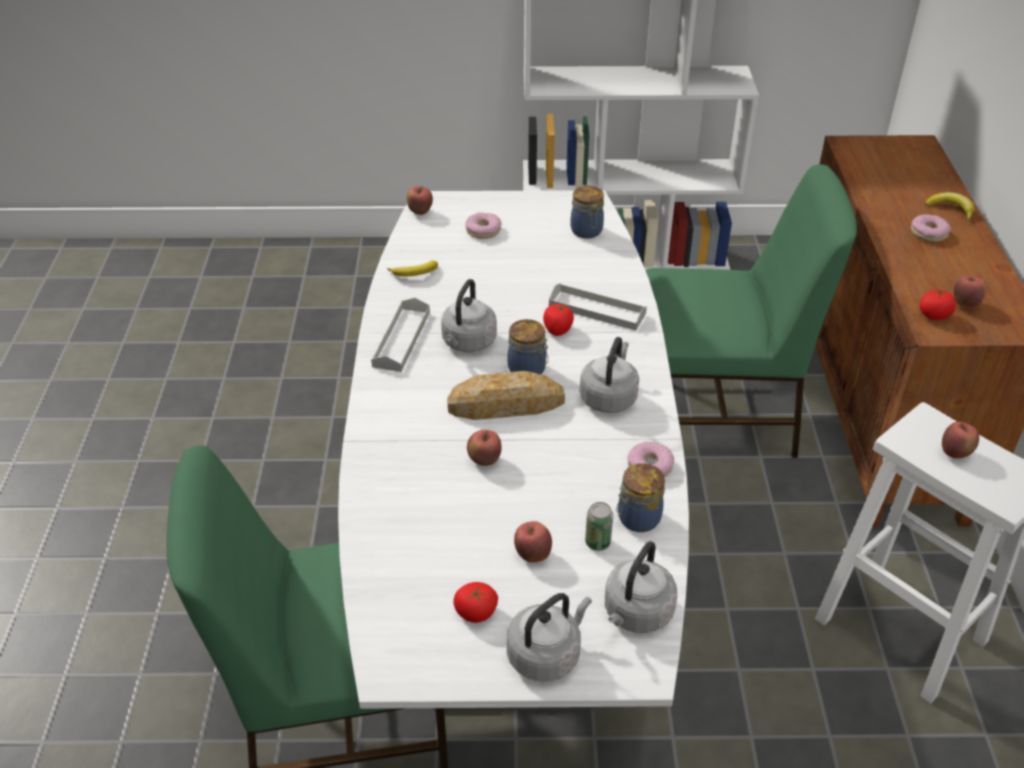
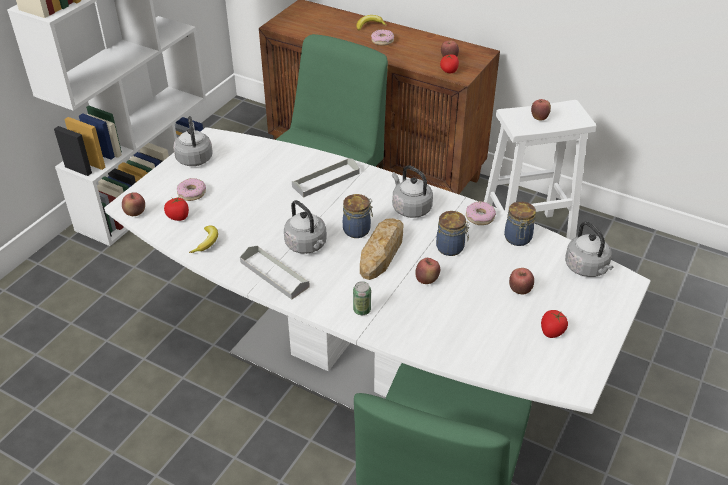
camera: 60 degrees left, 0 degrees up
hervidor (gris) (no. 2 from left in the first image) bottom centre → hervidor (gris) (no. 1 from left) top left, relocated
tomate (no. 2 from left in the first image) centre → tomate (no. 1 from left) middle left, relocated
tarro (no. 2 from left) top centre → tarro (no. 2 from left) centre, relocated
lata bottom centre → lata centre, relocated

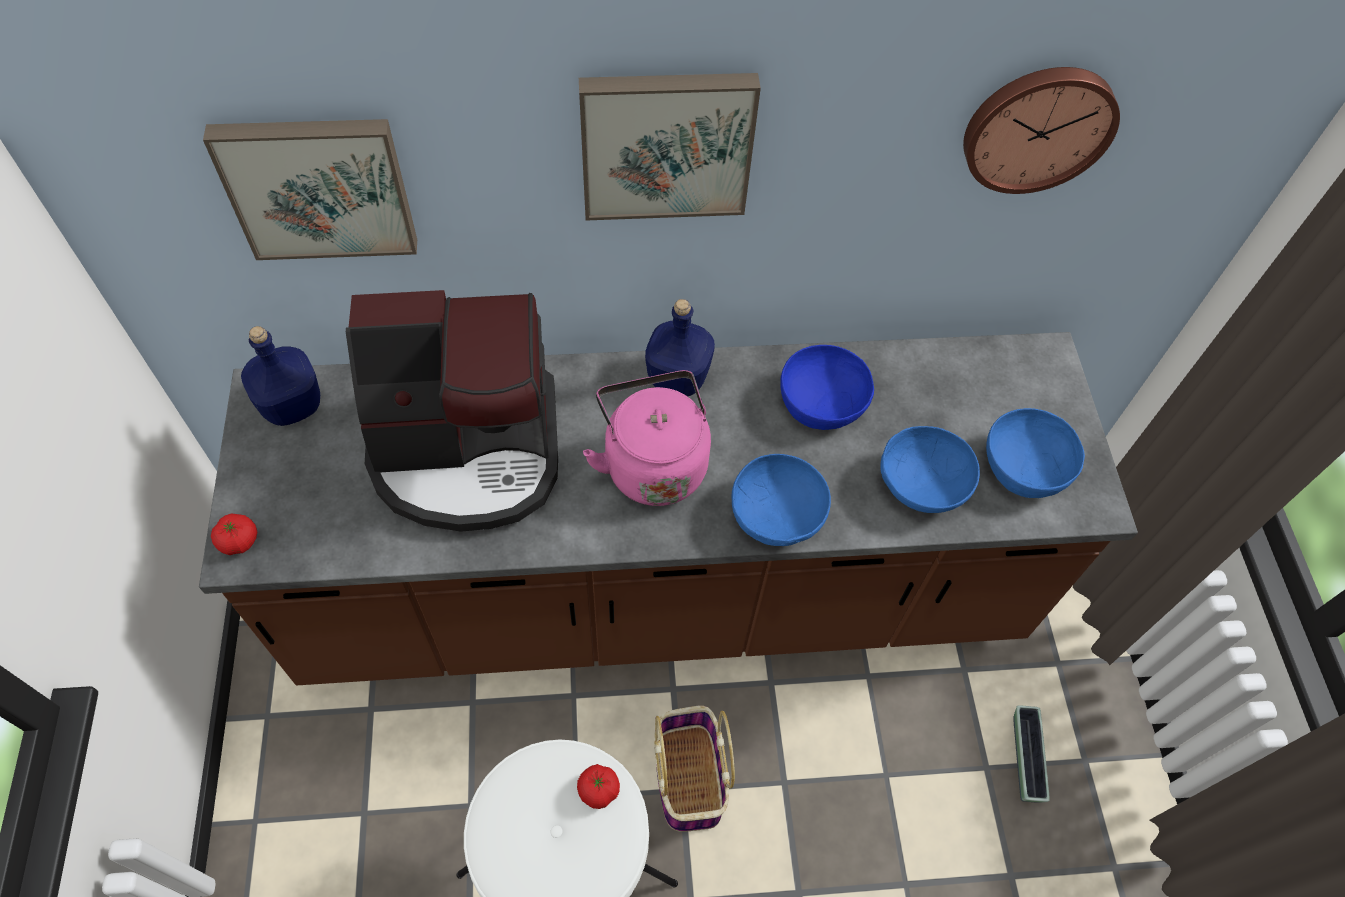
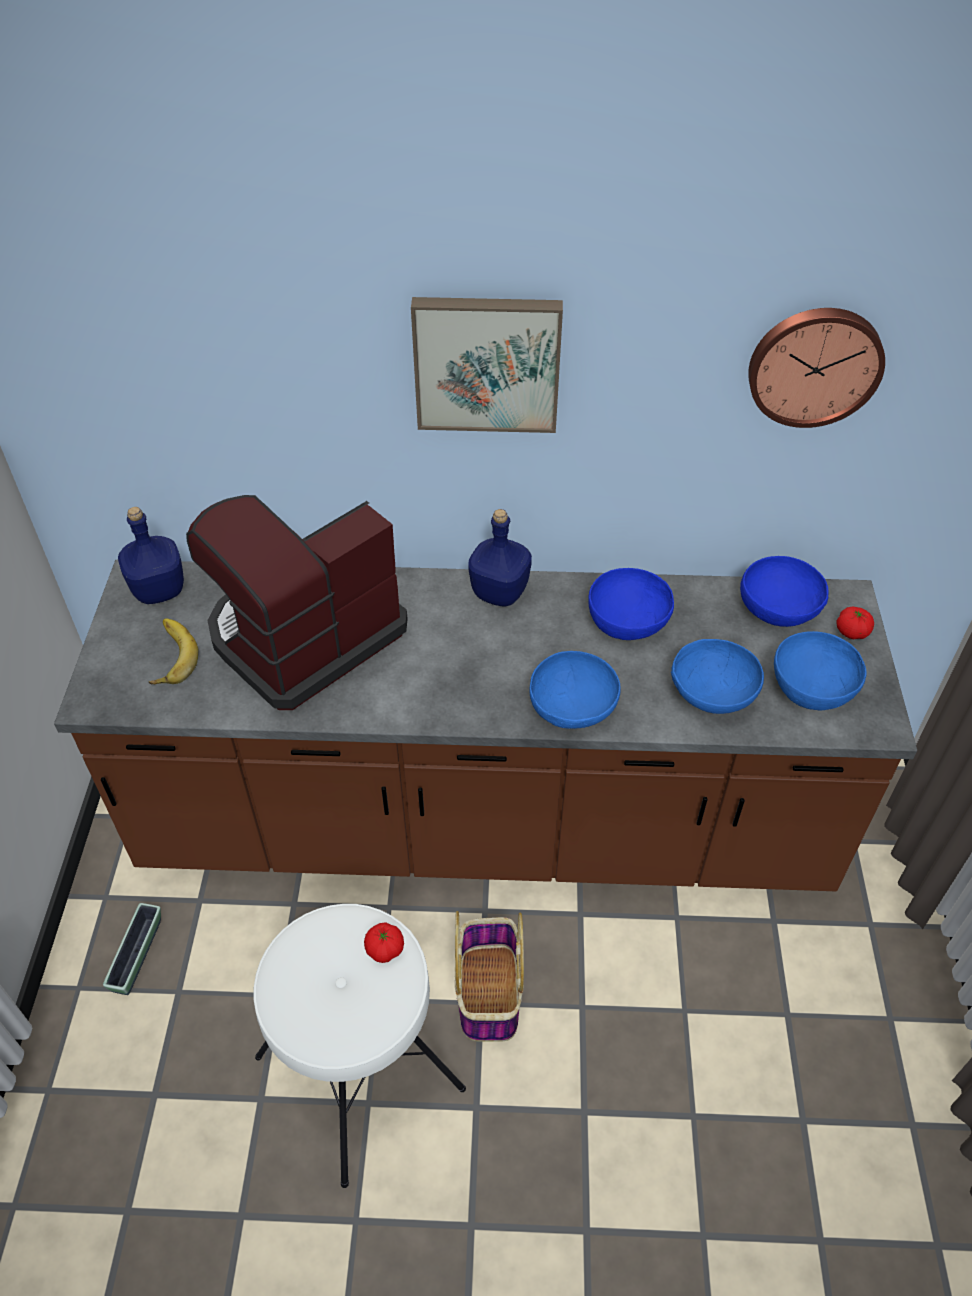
camera: 10 degrees right, 10 degrees down
cuadro (no. 1 from left) top left → -
tomate (no. 1 from left in the first image) middle left → tomate (no. 2 from left) middle right, relocated
cafetera centre → cafetera middle left, 135 degrees clockwise
hervidor (rosa) centre → -
maceta bottom right → maceta bottom left, relocated
- → plátano middle left
- → cuenco (azul) (no. 4 from left) middle right

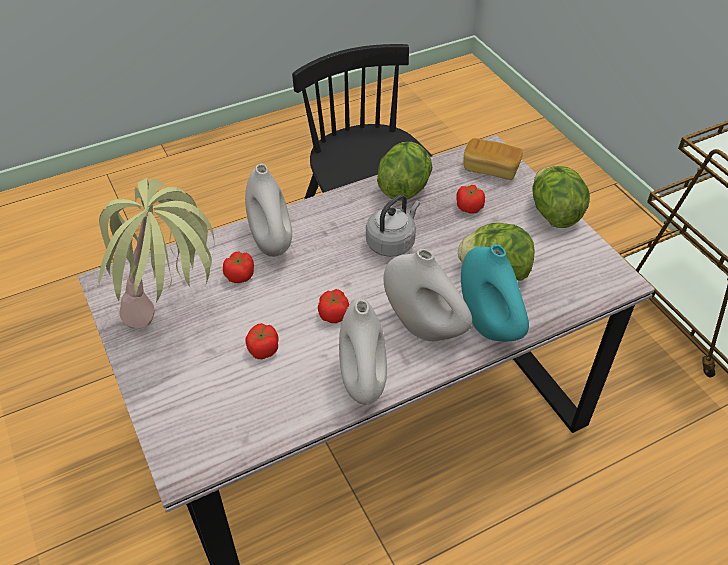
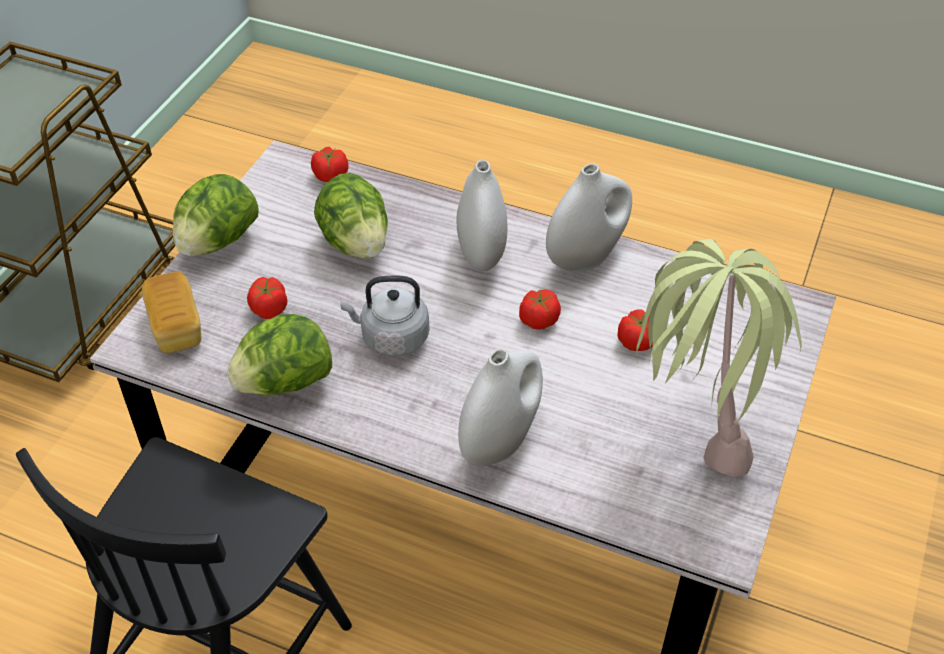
camera: 130 degrees left, 0 degrees up
tomate (no. 1 from left in the first image) middle left → tomate (no. 2 from left) top centre, relocated
florero (turquesa) middle right → -

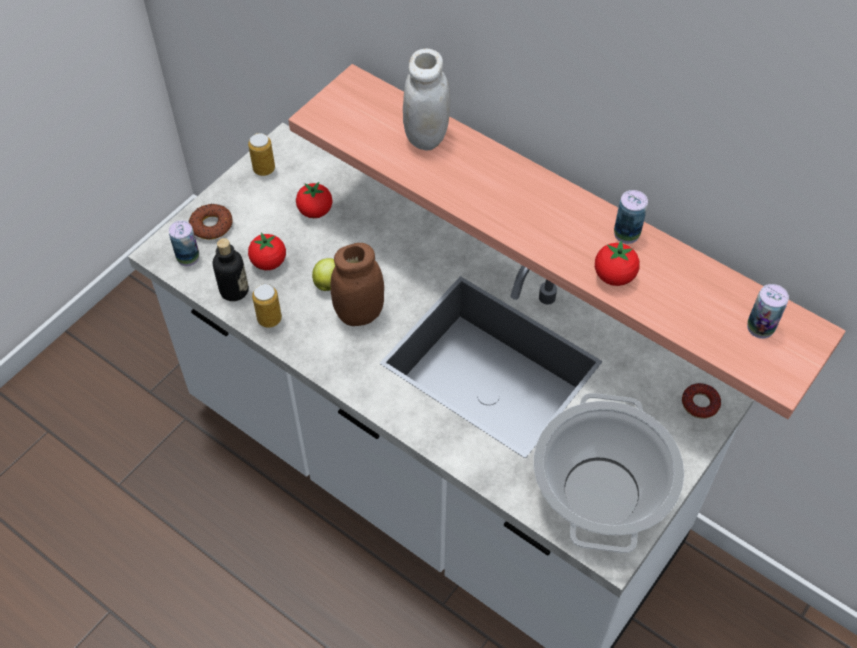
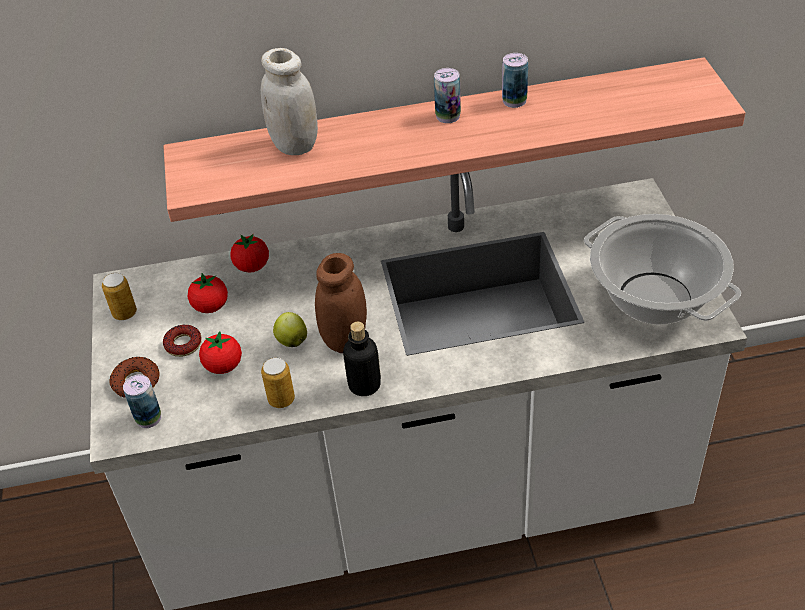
camera: 45 degrees left, 10 degrees down
botella middle left → botella centre, relocated
tomate (no. 3 from left) middle right → tomate (no. 3 from left) middle left, relocated
rosquilla (no. 2 from left) middle right → rosquilla (no. 2 from left) middle left, relocated
lata (no. 5 from left in the first image) middle right → lata (no. 4 from left) top centre, relocated

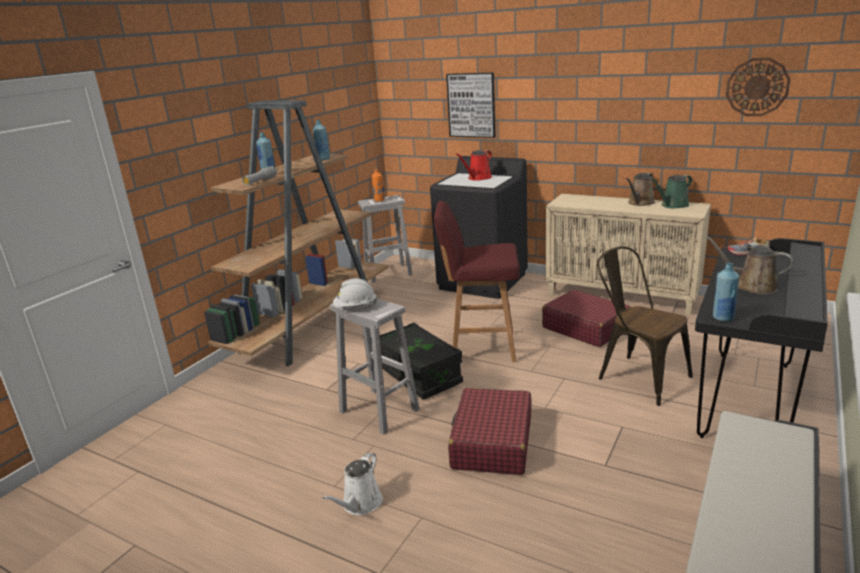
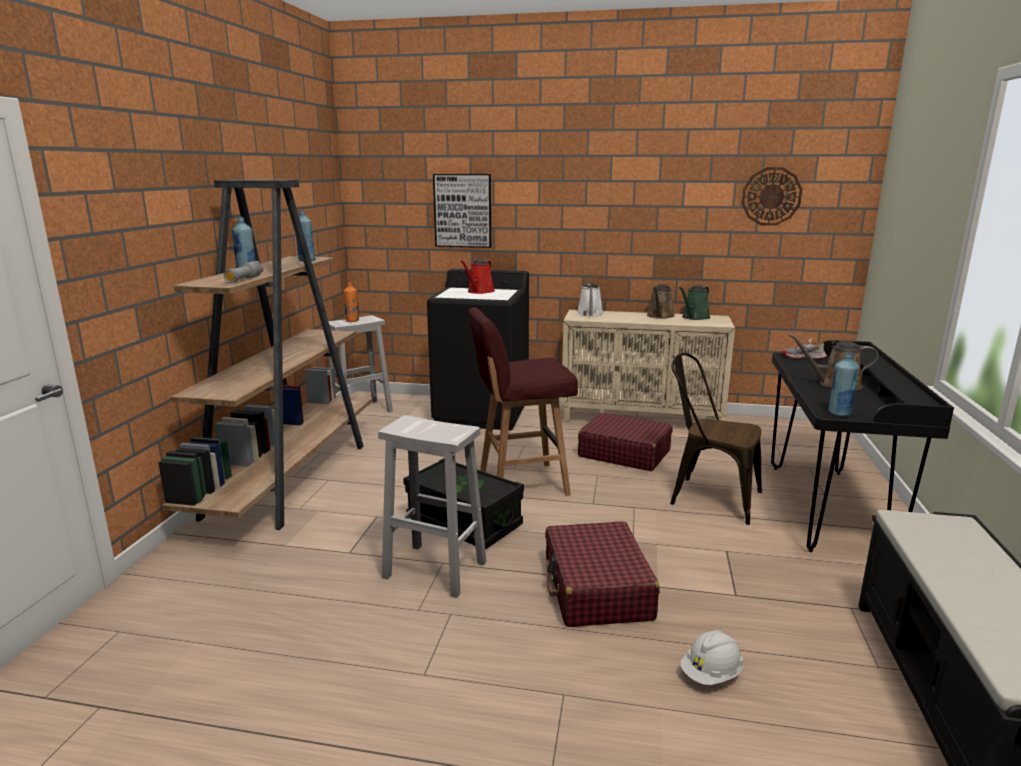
camera: 20 degrees left, 5 degrees down
regadera (blanco) bottom centre → regadera (blanco) centre, relocated
casco (blanco) centre → casco (blanco) bottom right, relocated

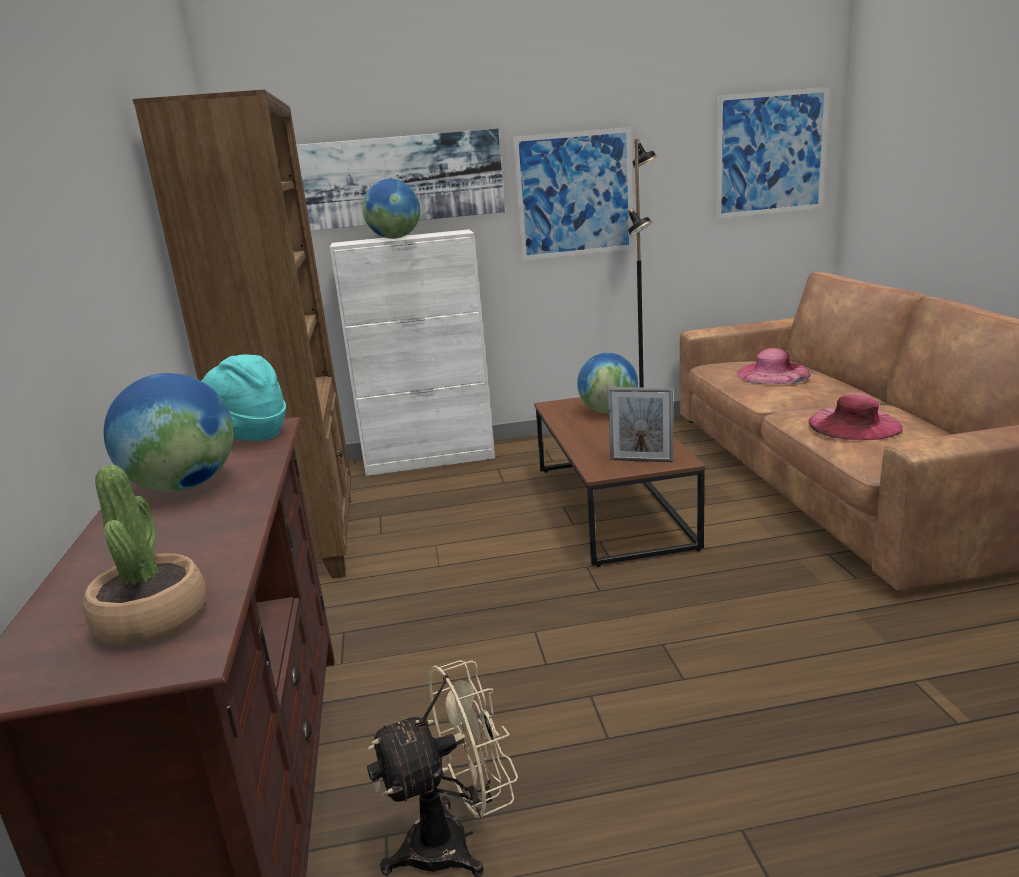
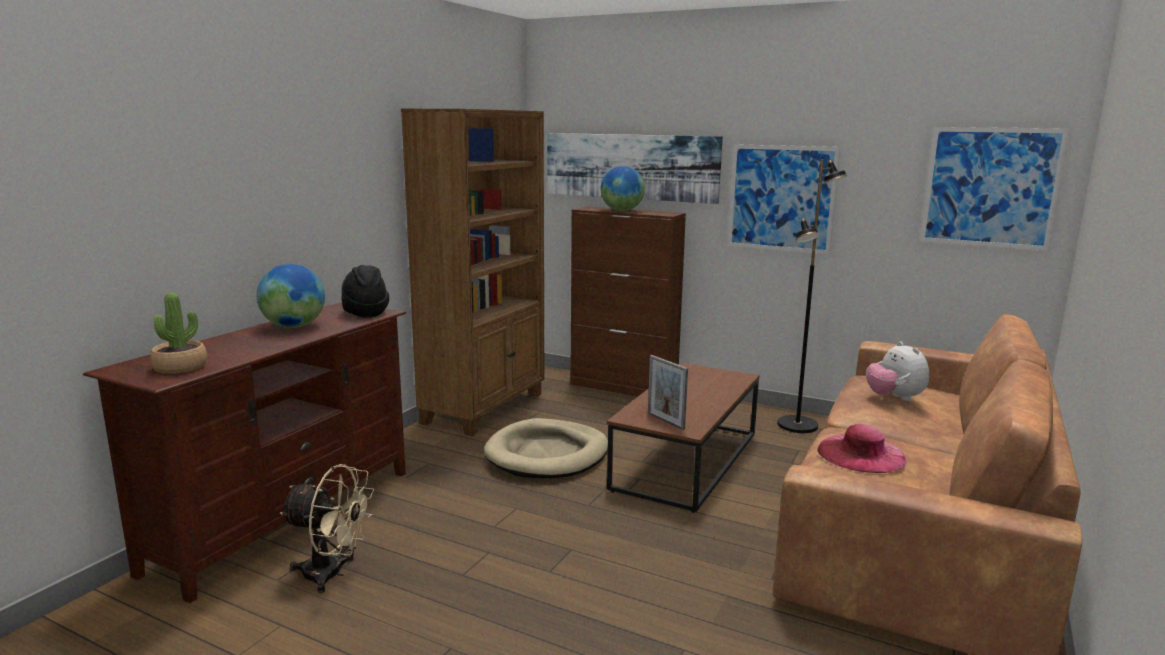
camera: 35 degrees right, 5 degrees down
sombrero (turquesa) middle left → sombrero (negro) middle left
armario (blanco) centre → armario (marrón) centre
globo terráqueo (no. 3 from left) centre → -
sombrero (rosa) (no. 1 from left) middle right → peluche middle right
- → cama para perro (beis) bottom centre

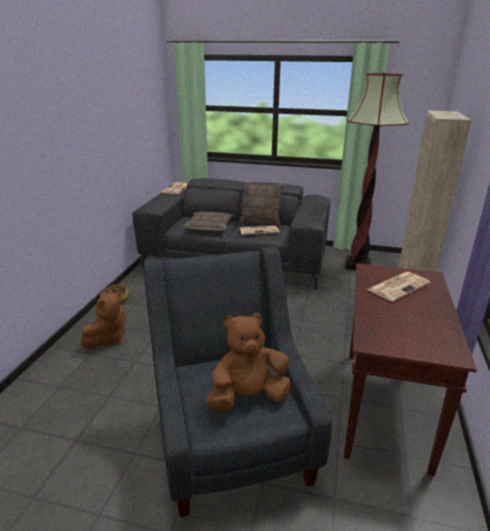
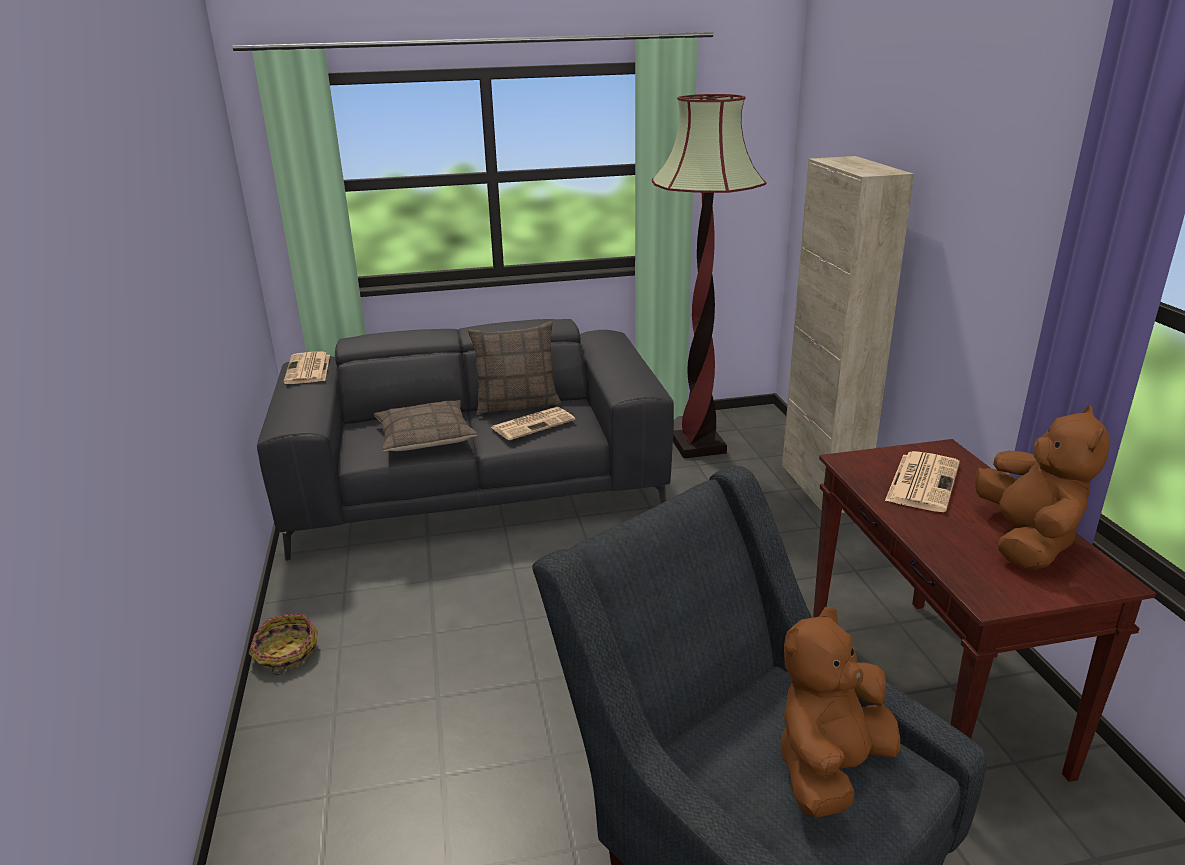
camera: 25 degrees left, 0 degrees up
peluche (marrón) (no. 1 from left in the first image) middle left → peluche (marrón) (no. 2 from left) middle right, relocated

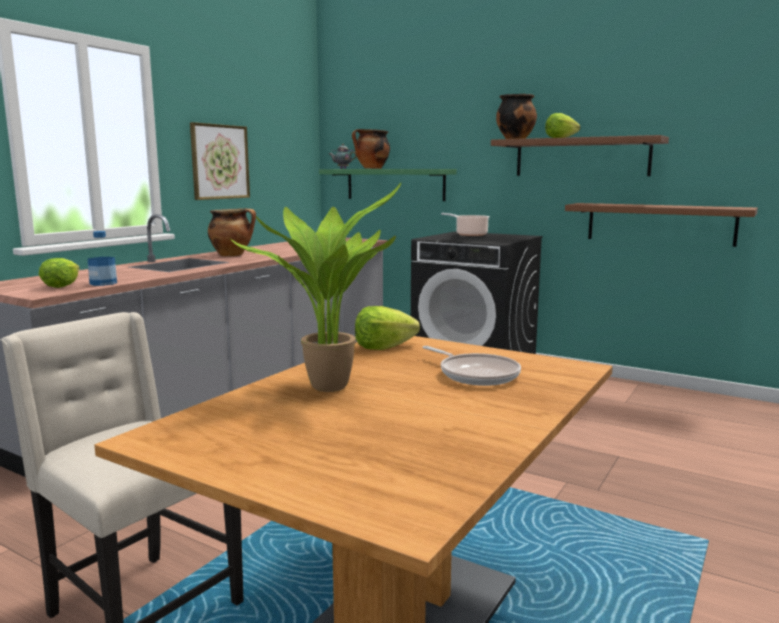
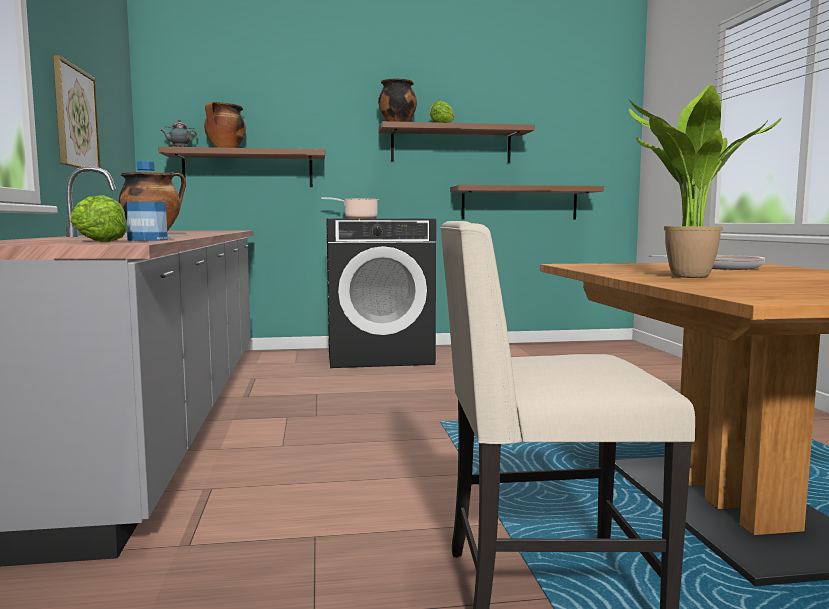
camera: 40 degrees left, 5 degrees down
estante (verde) top centre → estante (marrón) (no. 1 from left) top left
lechuga (no. 2 from left) centre → -

